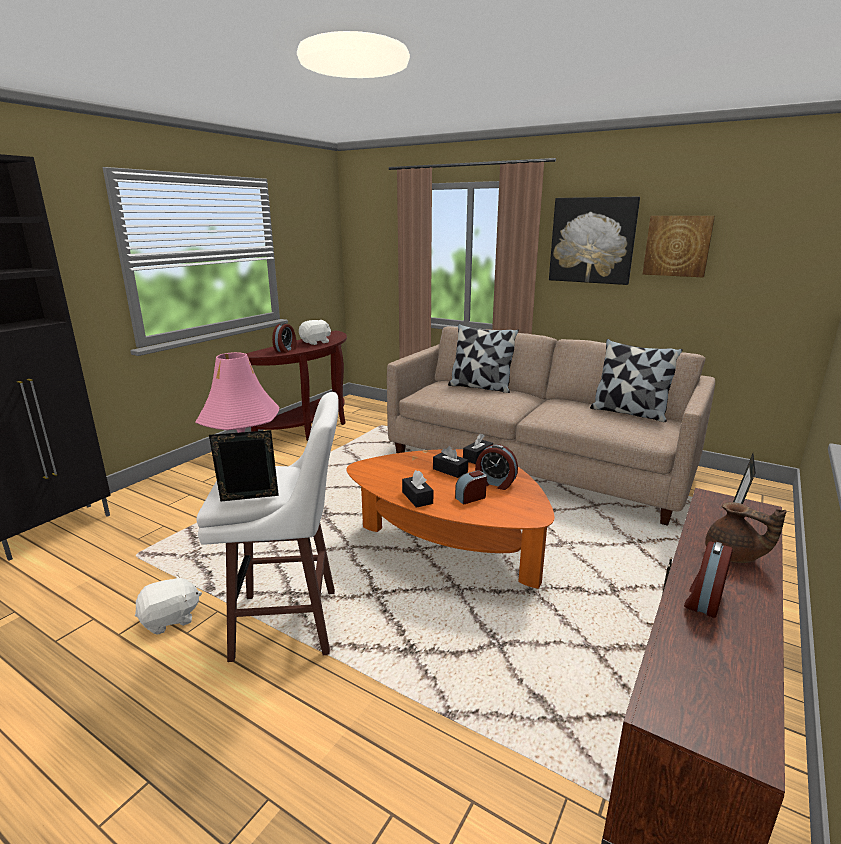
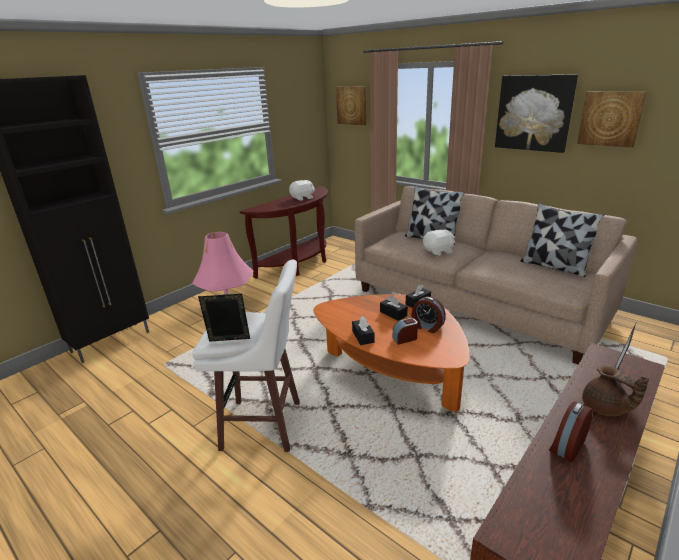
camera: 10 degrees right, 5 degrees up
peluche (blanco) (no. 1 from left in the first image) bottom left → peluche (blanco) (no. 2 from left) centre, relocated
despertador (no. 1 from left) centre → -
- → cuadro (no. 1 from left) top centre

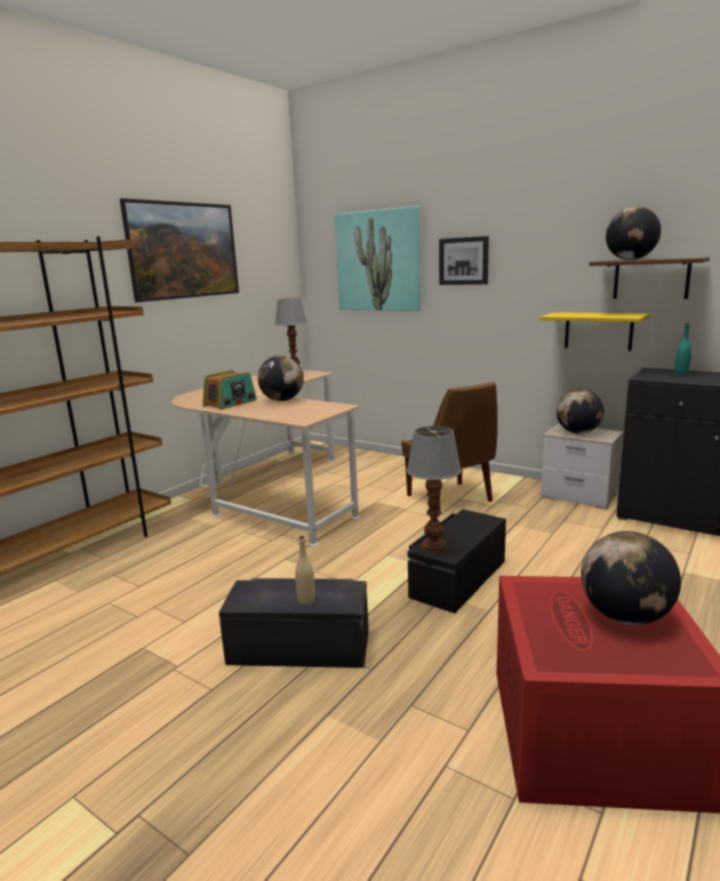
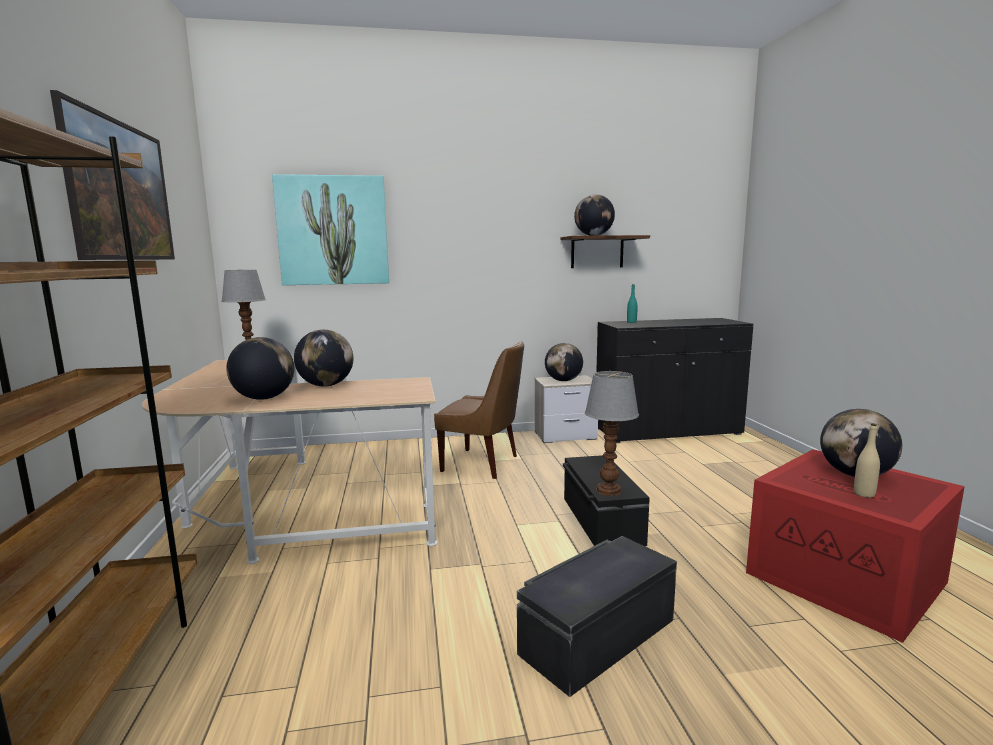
camera: 45 degrees left, 5 degrees down
radio middle left → globo terráqueo (no. 1 from left) middle left
botella (beis) centre → botella (beis) middle right, relocated
cuadro (no. 3 from left) top centre → -
estante (amarillo) middle right → -

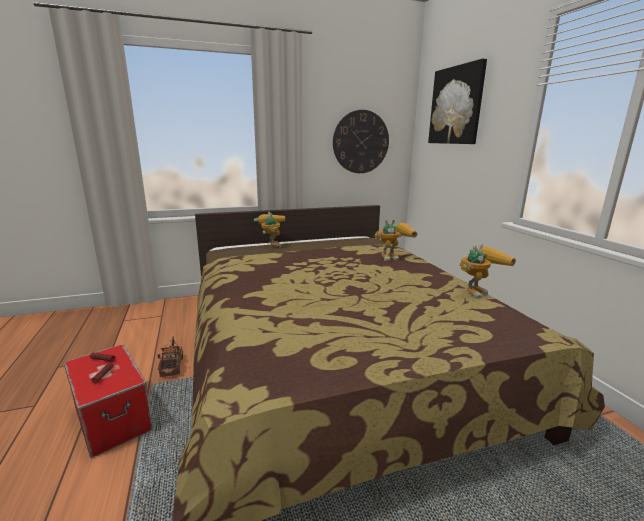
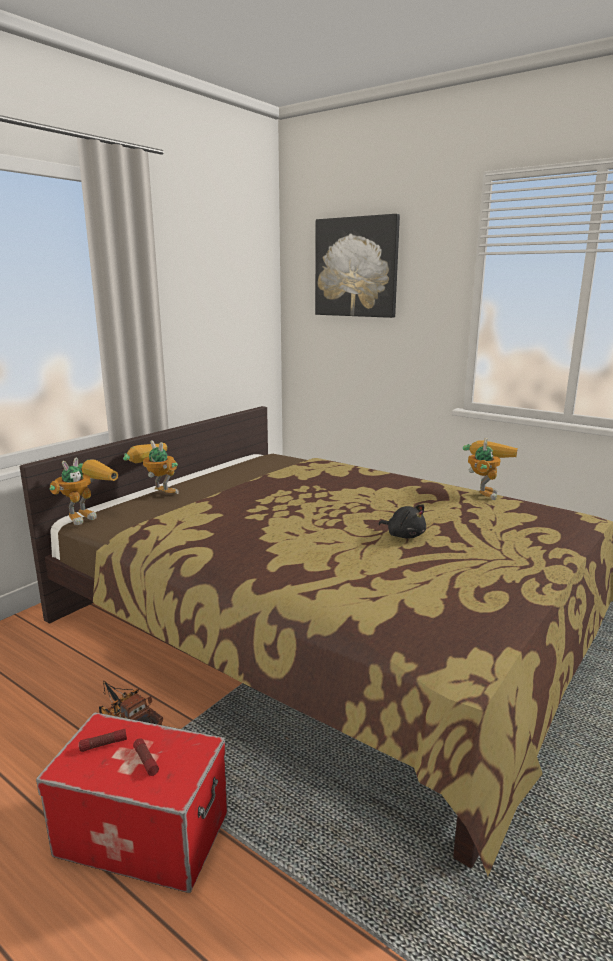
camera: 35 degrees left, 0 degrees up
reloj de pared top centre → -
robot de juguete (no. 2 from left in the first image) centre → robot de juguete (no. 1 from left) middle left, relocated
- → peluche (negro) centre

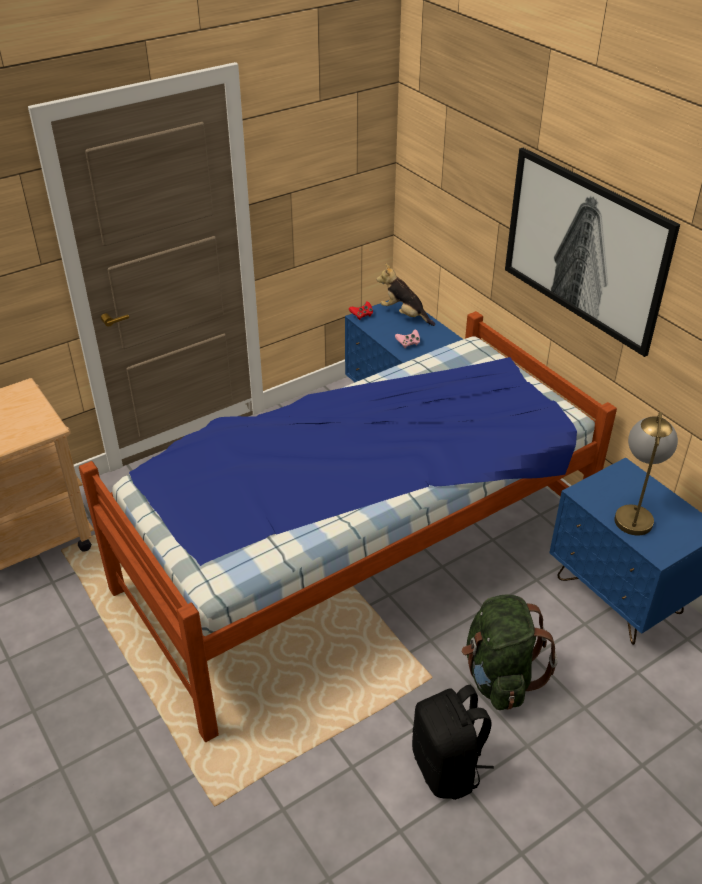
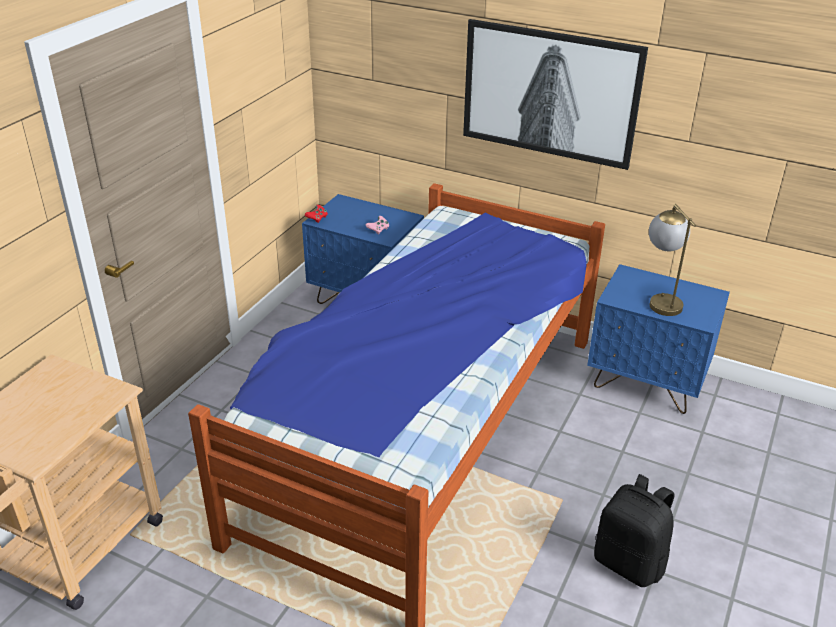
camera: 30 degrees left, 5 degrees down
peluche top centre → -
mochila (verde) bottom right → -

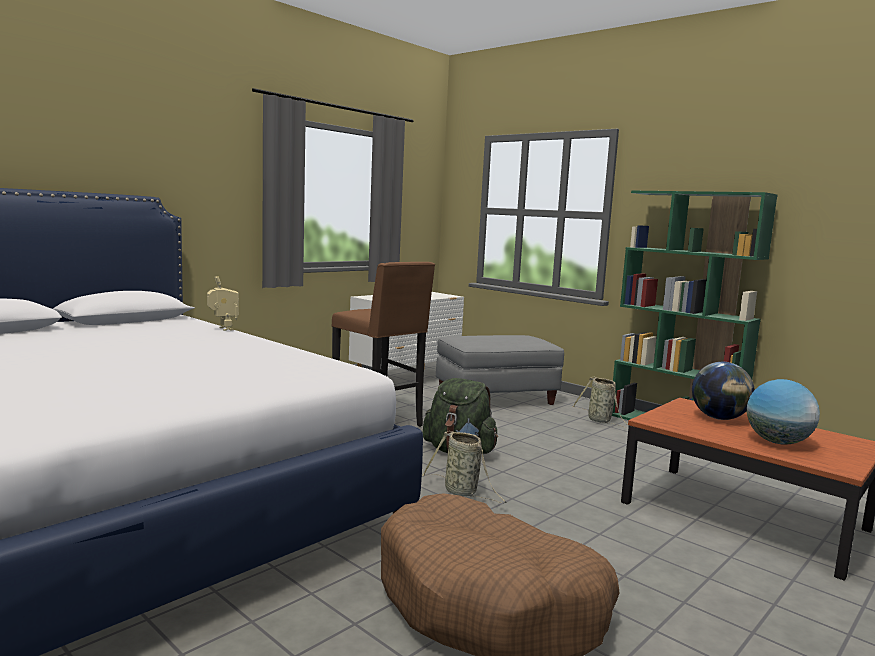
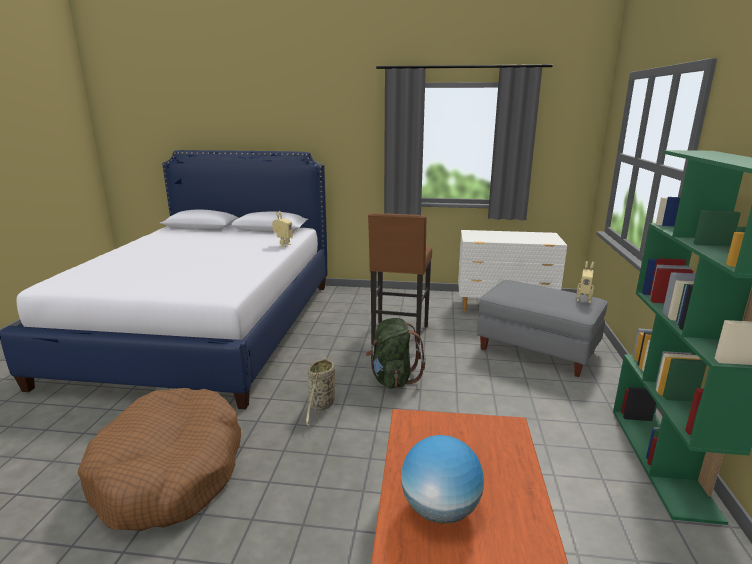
camera: 55 degrees right, 10 degrees up
cesta (no. 2 from left) middle right → -
globo terráqueo (no. 1 from left) middle right → -
- → robot de juguete (no. 2 from left) middle right

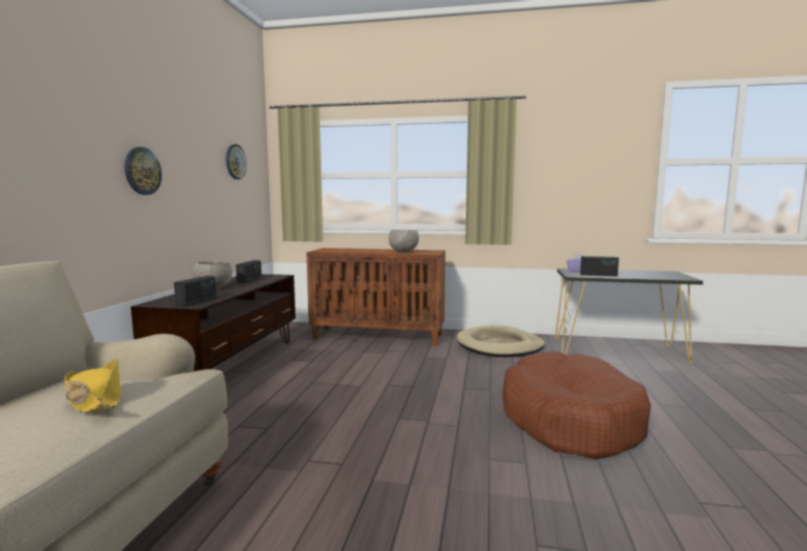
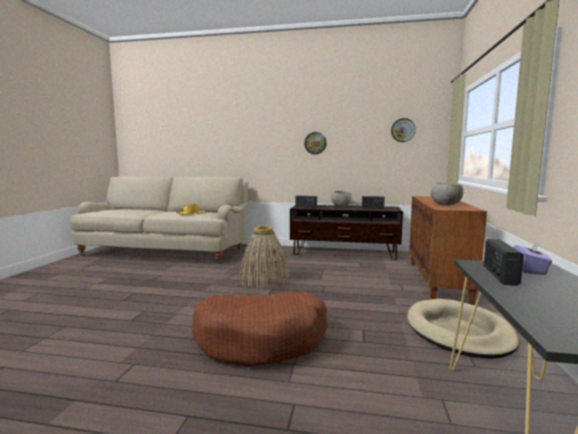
camera: 90 degrees right, 0 degrees up
- → cesta centre

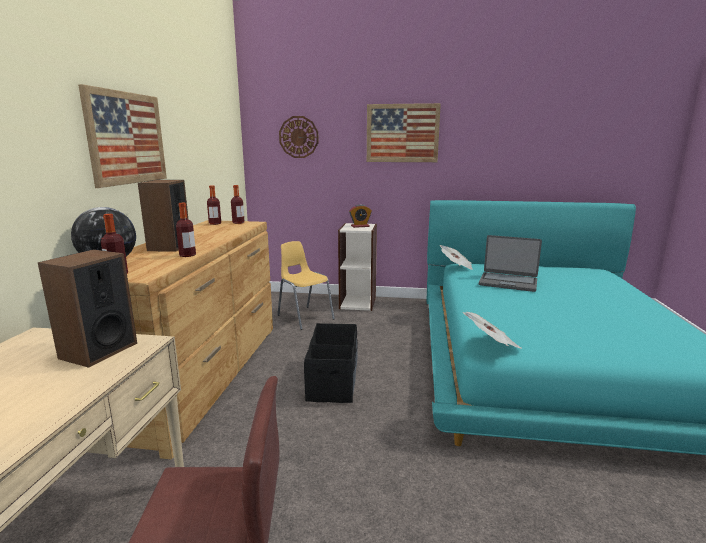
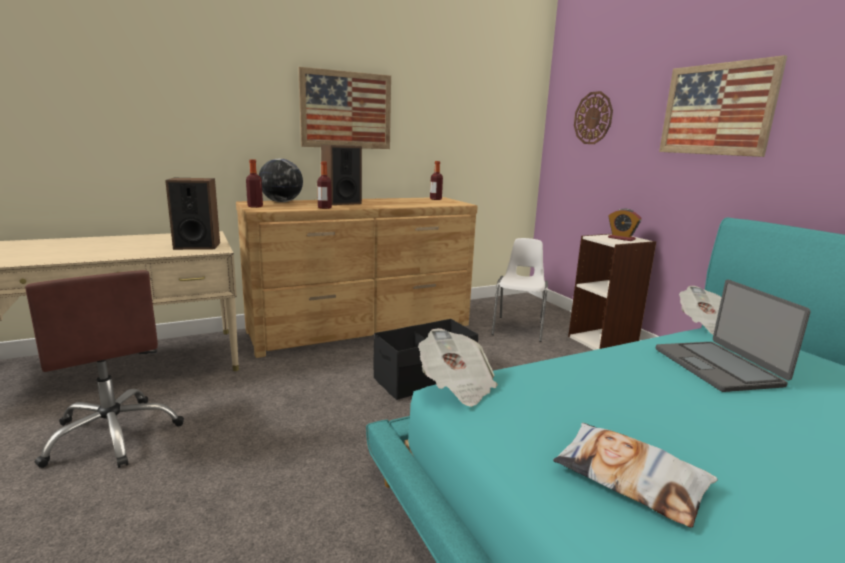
camera: 55 degrees right, 0 degrees up
botella (no. 4 from left) centre → -
silla (amarillo) centre → silla (blanco) centre
- → cojín bottom right

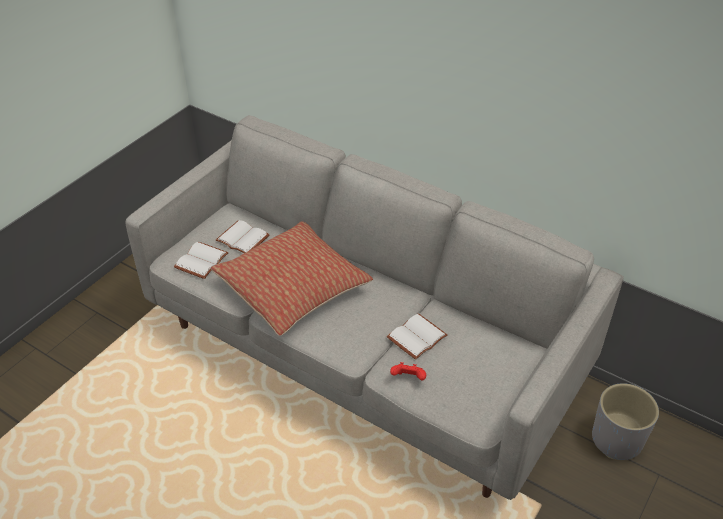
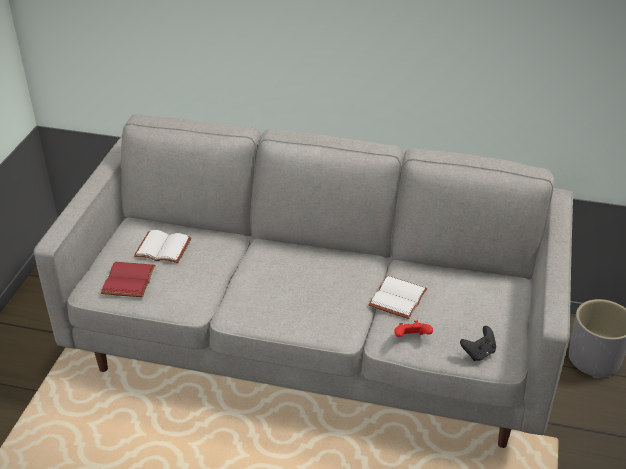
camera: 20 degrees left, 5 degrees down
libro (blanco) (no. 1 from left) middle left → libro (rojo) middle left
cojín centre → -
- → mando de consola (negro) bottom right

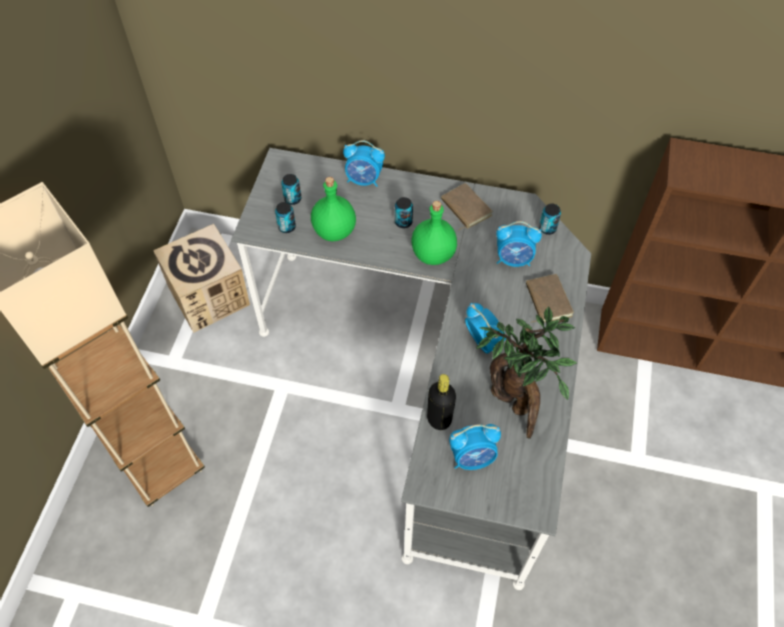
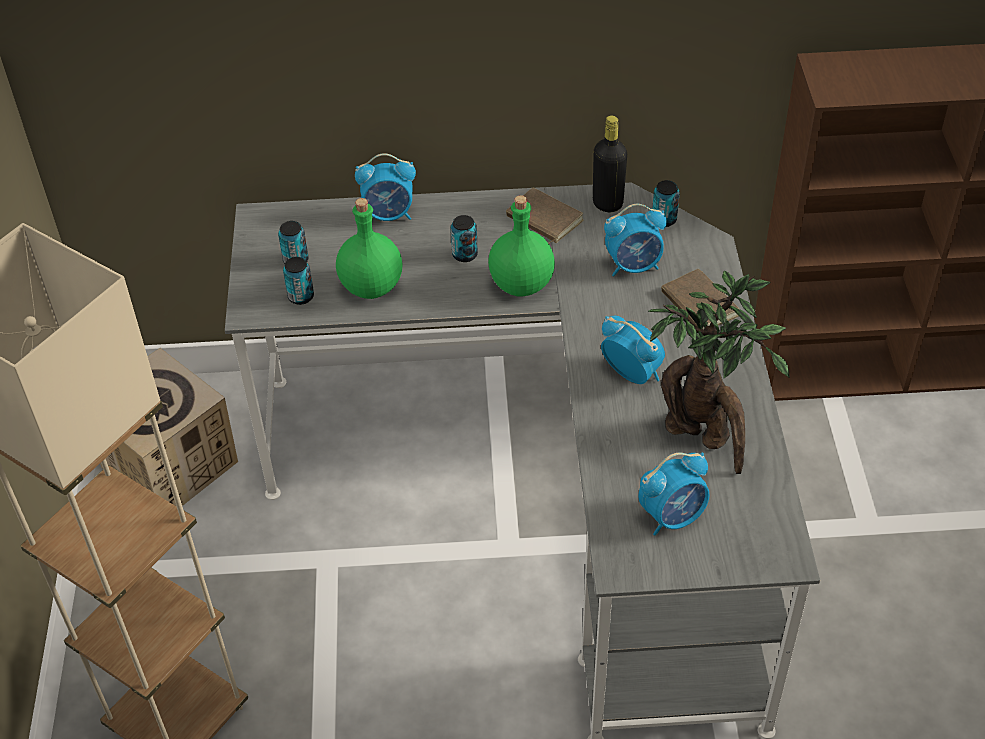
camera: 15 degrees left, 10 degrees down
botella (negro) centre → botella (negro) top centre, relocated

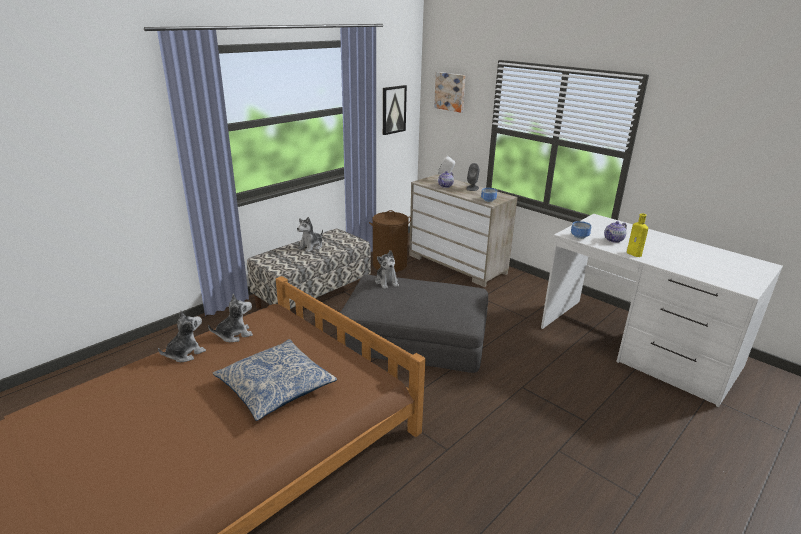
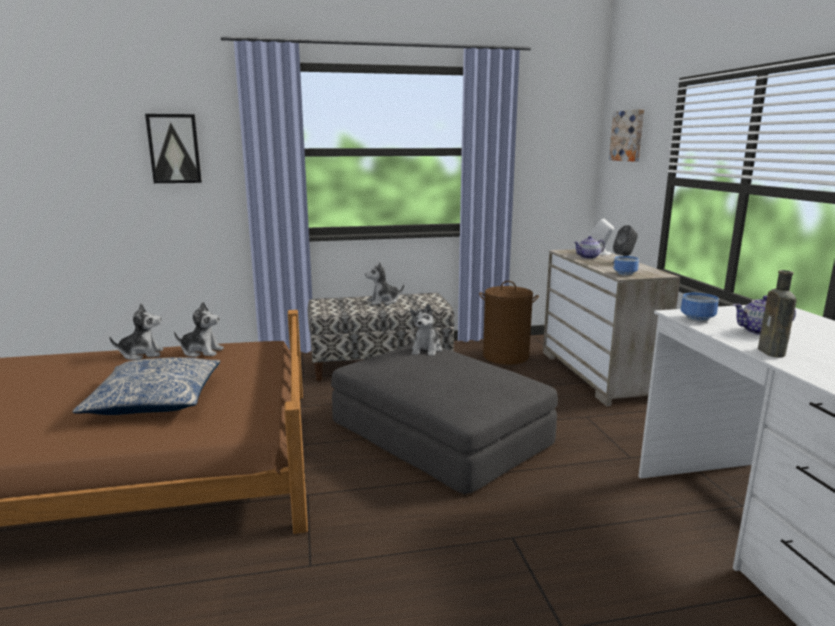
camera: 35 degrees right, 10 degrees down
cuadro (no. 1 from left) top centre → cuadro (no. 1 from left) top left, relocated
botella (amarillo) middle right → botella (marrón) middle right

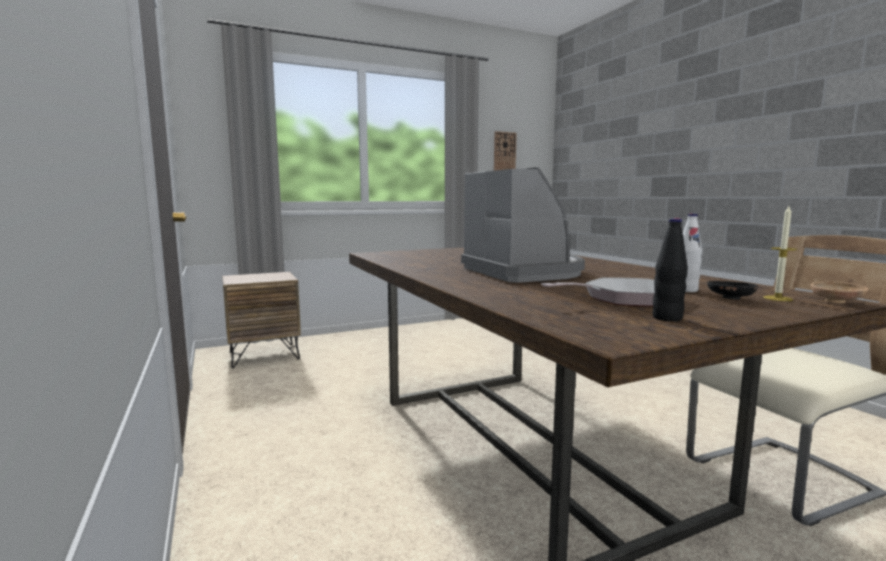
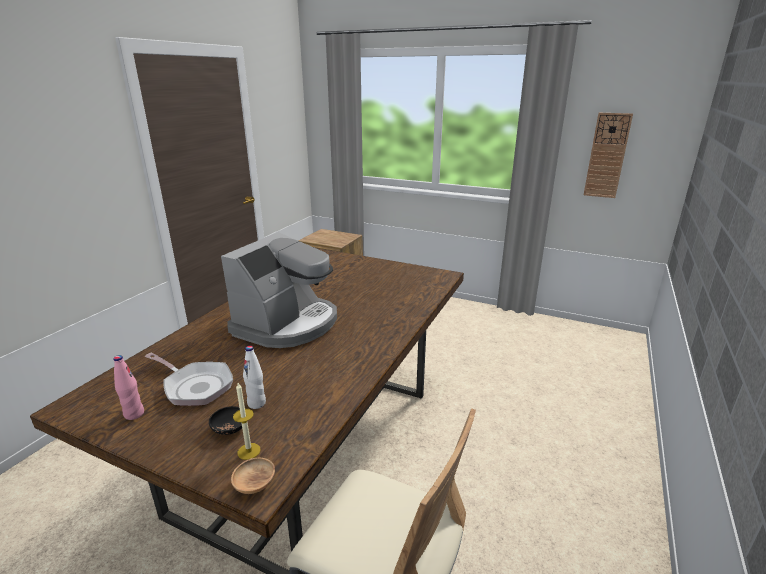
camera: 50 degrees right, 15 degrees up
botella (negro) middle right → botella (rosa) bottom left

